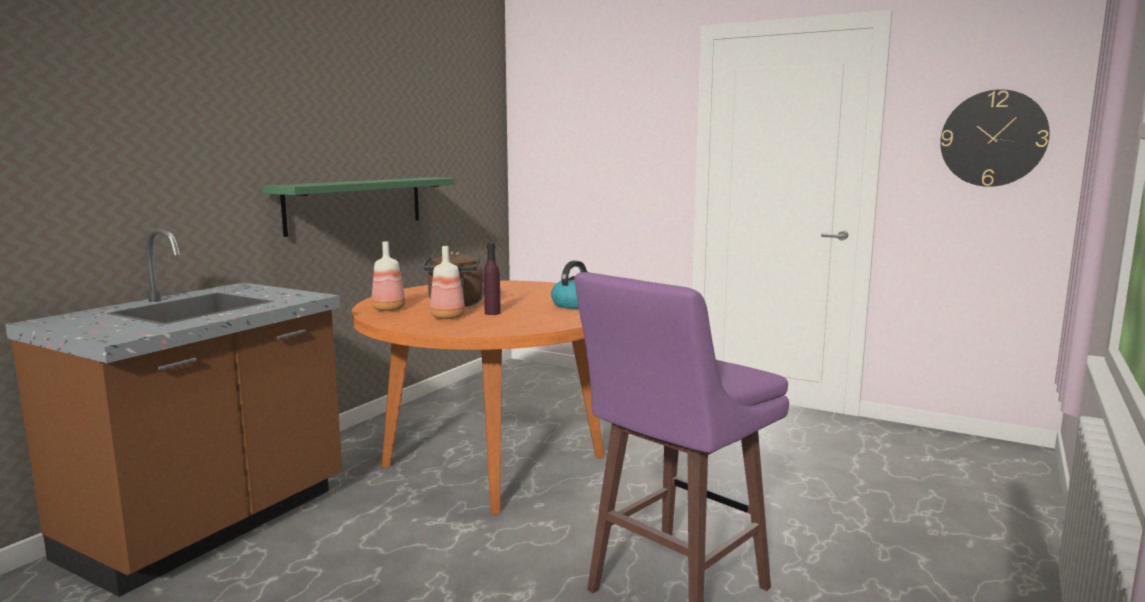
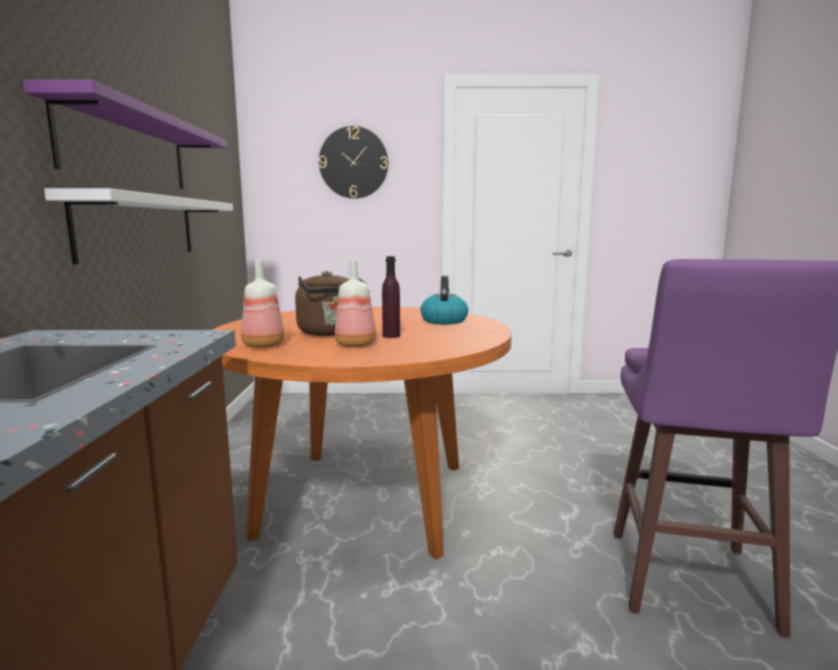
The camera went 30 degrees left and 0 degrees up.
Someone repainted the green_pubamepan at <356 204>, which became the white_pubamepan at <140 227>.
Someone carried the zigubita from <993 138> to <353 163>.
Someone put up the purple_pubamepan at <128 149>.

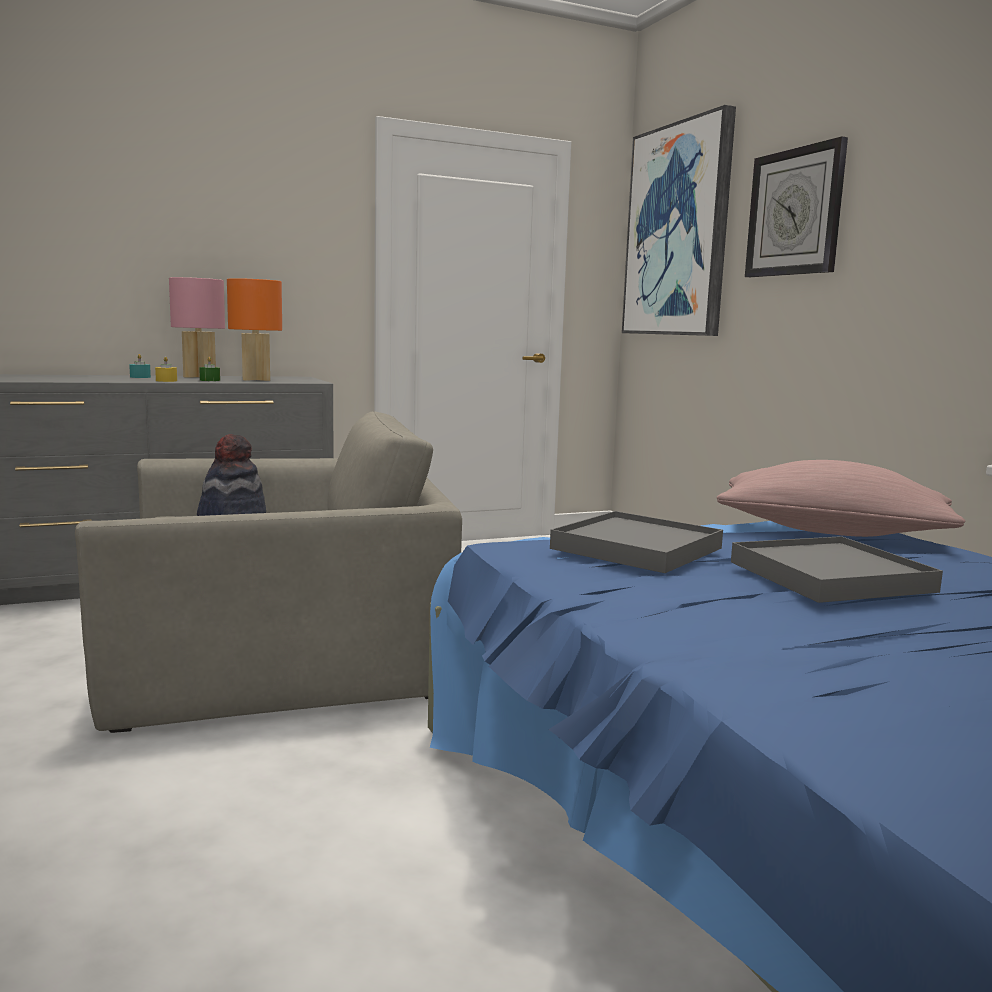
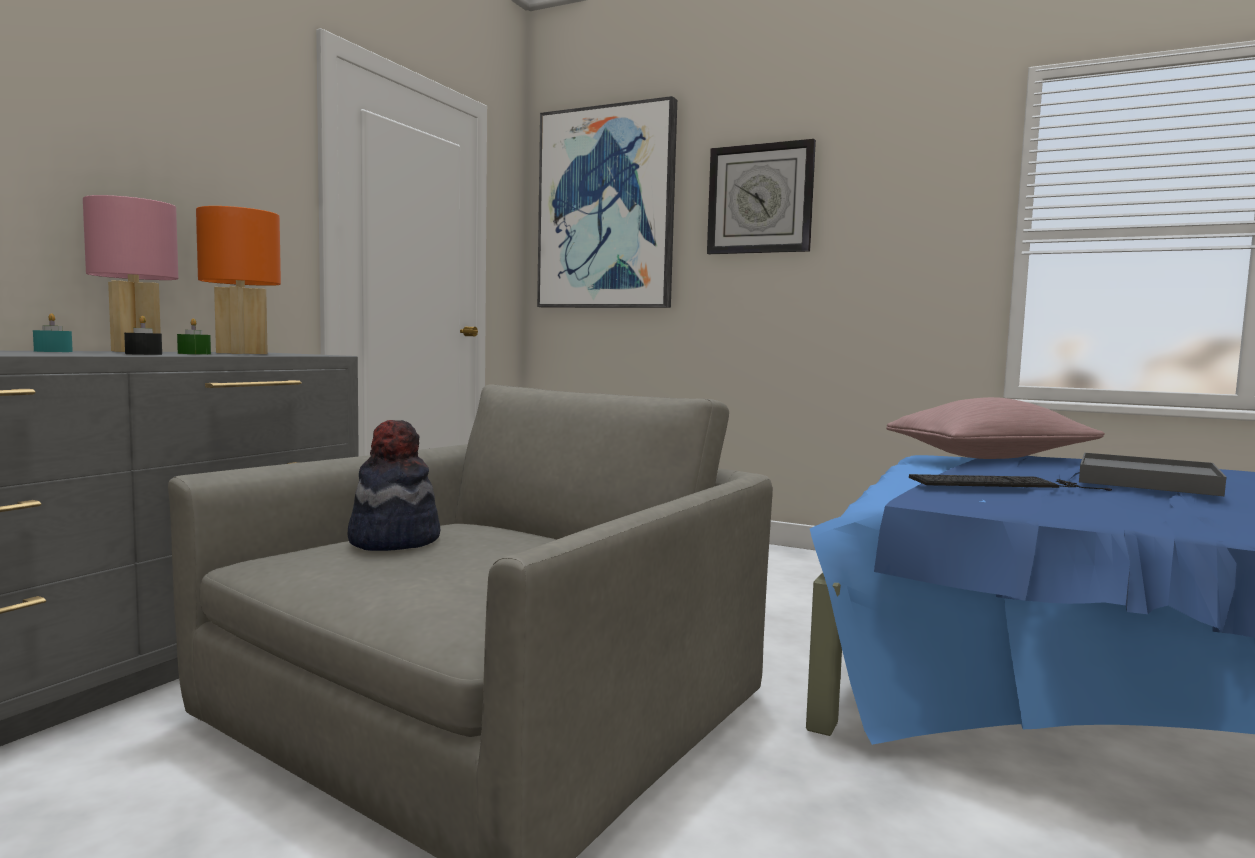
The camera went 40 degrees left and 5 degrees down.
Someone repainted the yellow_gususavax at <166 381>, which became the black_gususavax at <143 354>.
Someone swapped the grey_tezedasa at <637 549> for the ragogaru at <1000 484>.

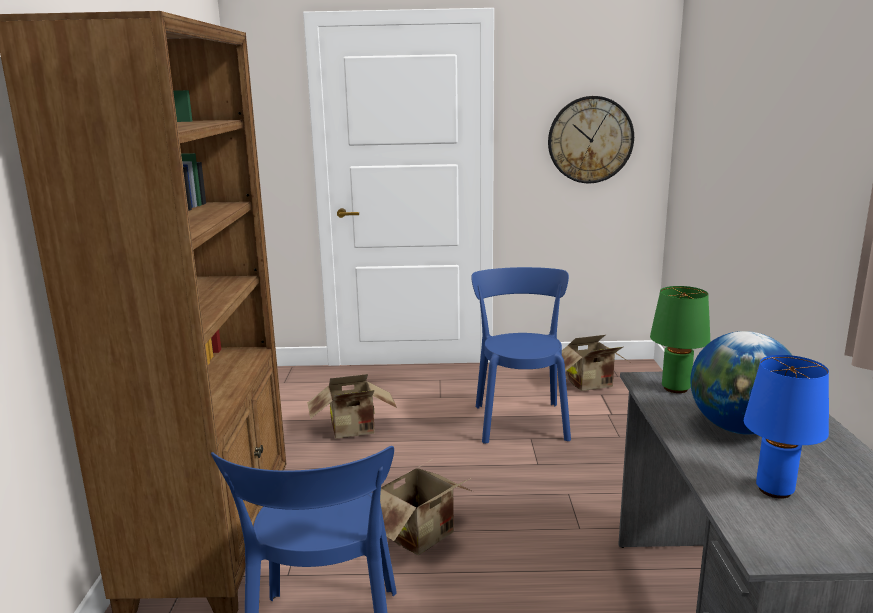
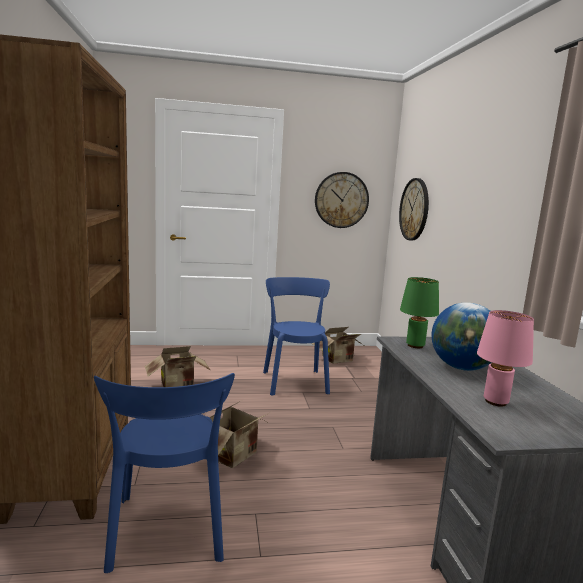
The camera went 10 degrees left and 5 degrees down.
Someone repainted the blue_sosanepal at <774 489>, which became the pink_sosanepal at <495 401>.
Someone put up the zigubita at <414 209>.

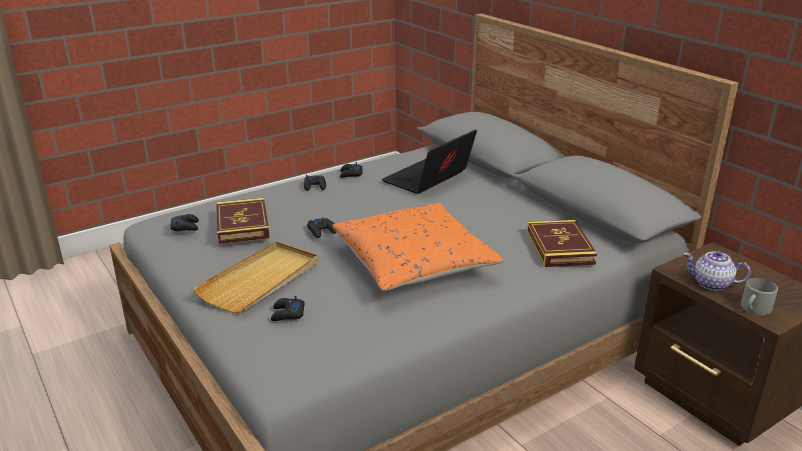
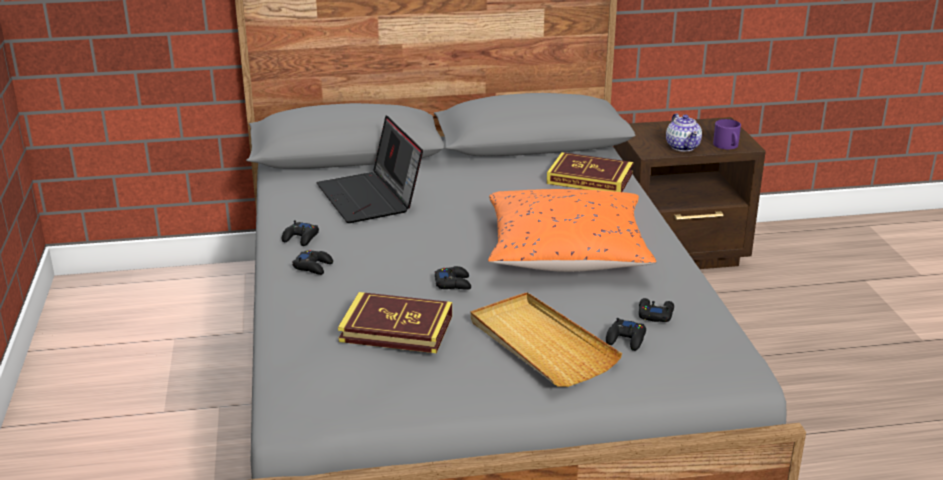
The camera went 65 degrees left and 0 degrees up.
Someone carried the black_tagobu from <185 227> to <655 314>.
Someone rotated the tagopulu at <712 284> by 60 degrees counterclockwise.
Someone repainted the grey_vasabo at <754 308>, which became the purple_vasabo at <727 145>.

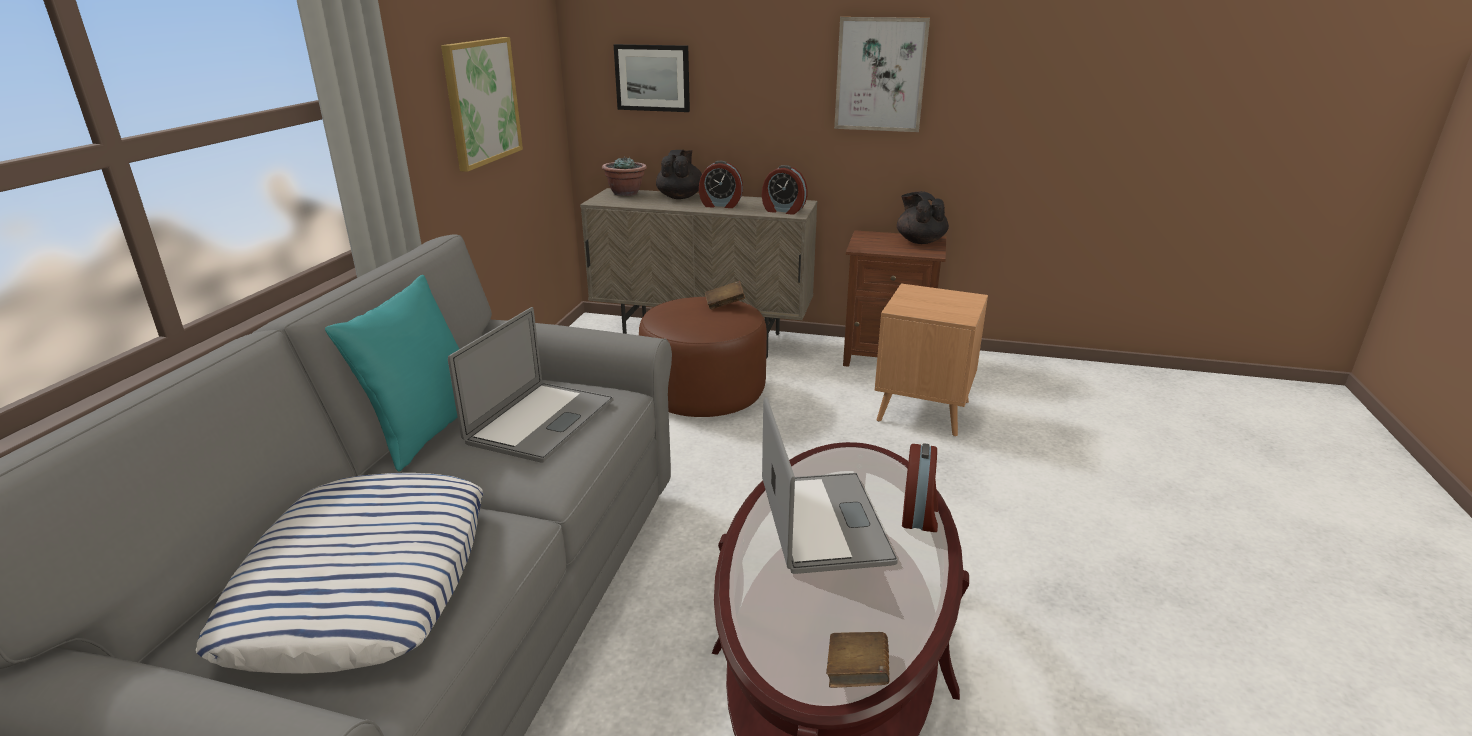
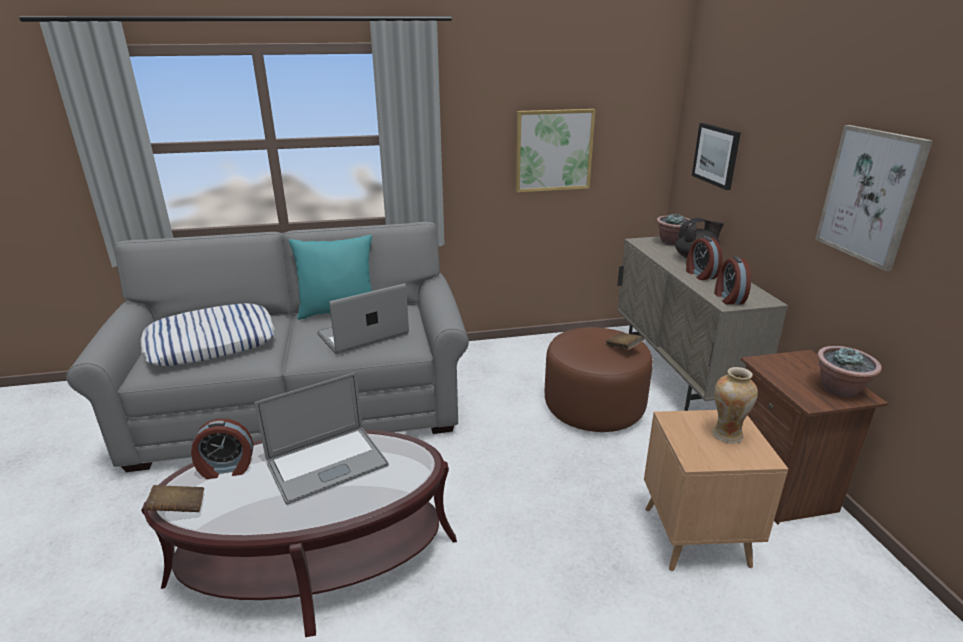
The camera went 65 degrees right and 0 degrees up.
Someone rotated the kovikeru at <541 421> by 150 degrees clockwise.
Someone swapped the black_tagopulu at <920 241> for the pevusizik at <840 389>.
Someone carried the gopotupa from <920 515> to <226 468>.
Someone put down the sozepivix at <727 435>.

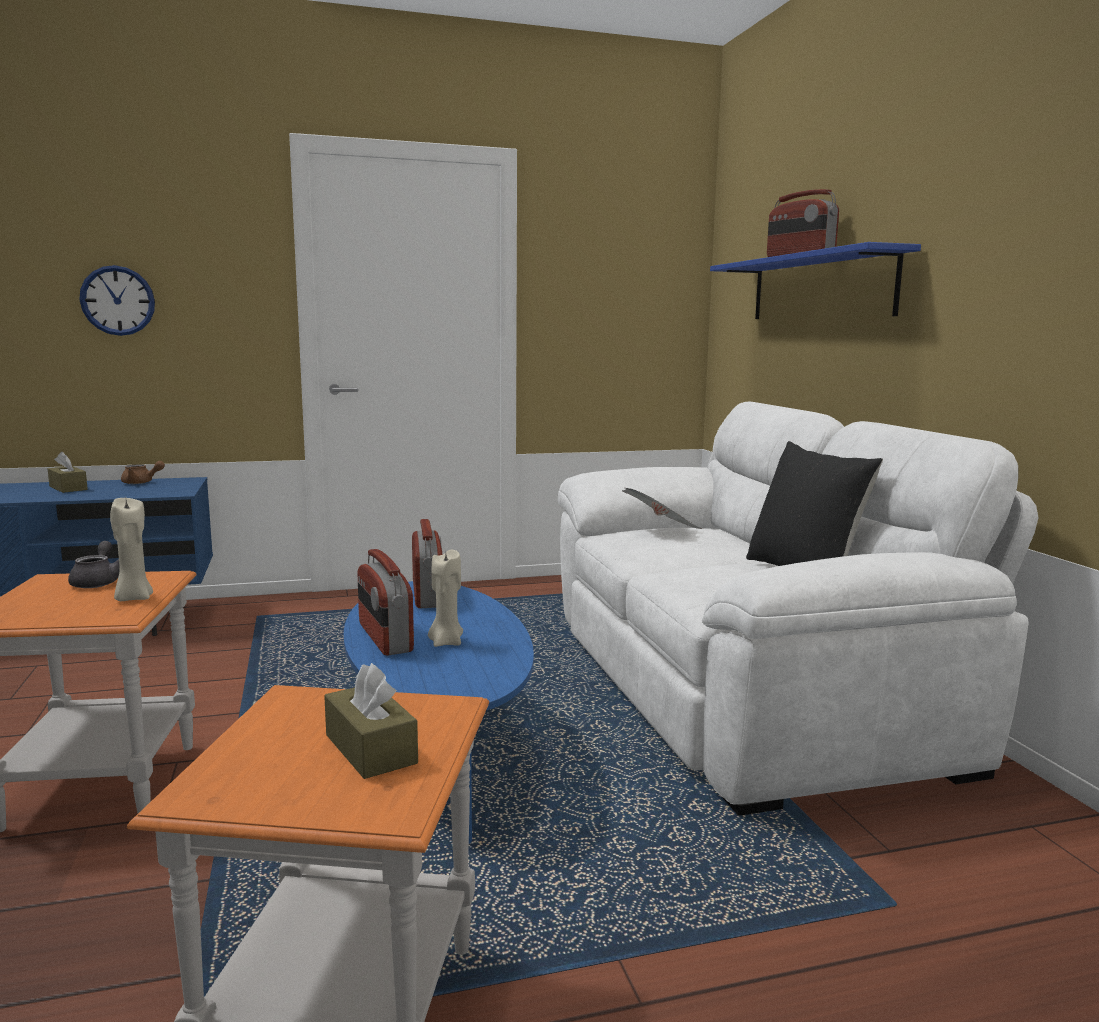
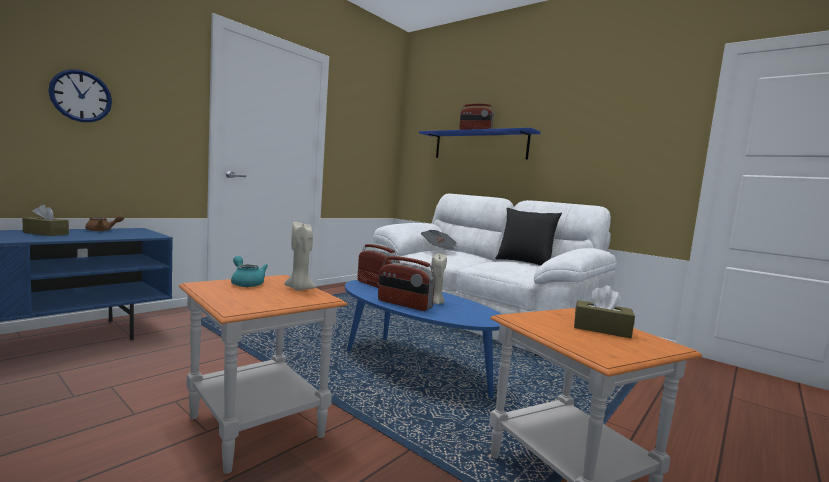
The camera went 35 degrees left and 5 degrees down.
Someone repainted the grey_tagopulu at <98 582>, which became the turquoise_tagopulu at <246 283>.

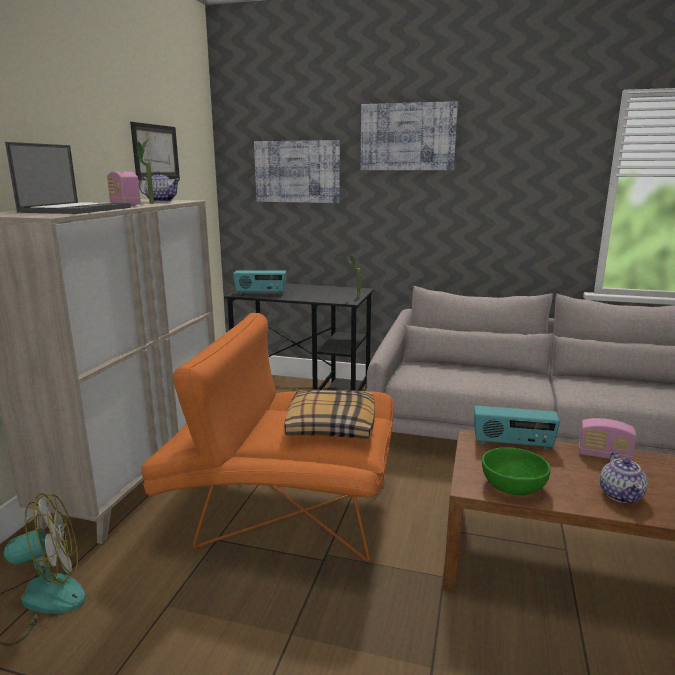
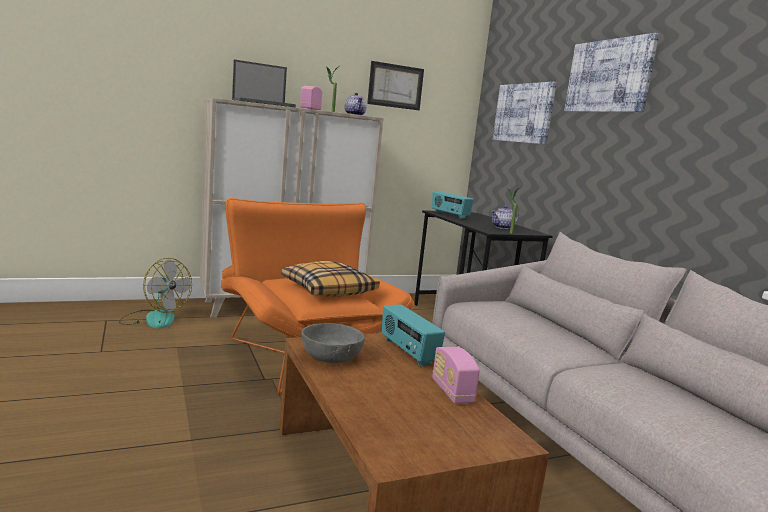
The camera went 50 degrees right and 5 degrees down.
Someone repainted the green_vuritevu at <512 485>, which became the grey_vuritevu at <331 356>.
Someone carried the tagopulu from <621 495> to <503 227>.

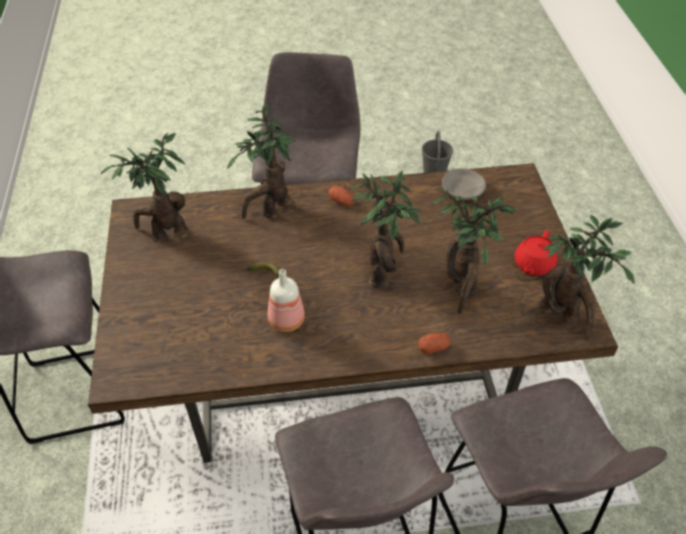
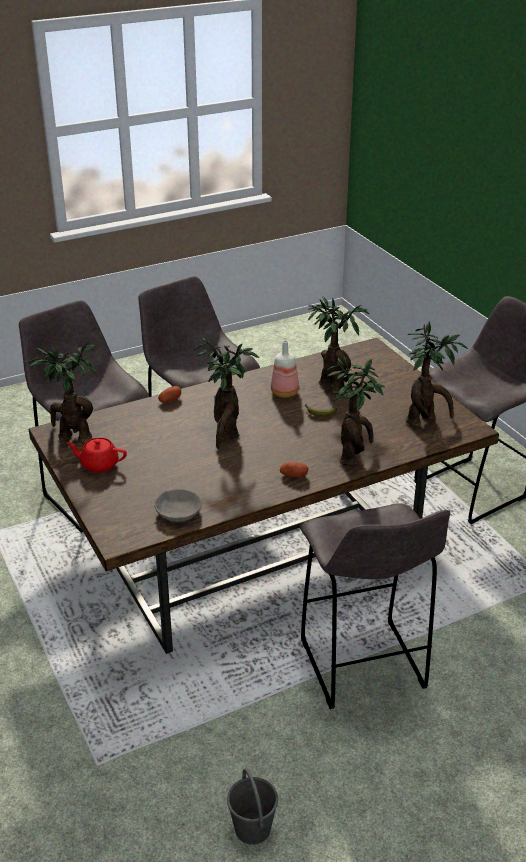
The camera went 160 degrees right and 15 degrees down.
Someone carried the pevusizik from <461 288> to <331 385>.
Someone rotated the red_tagopulu at <533 264> by 90 degrees counterclockwise.

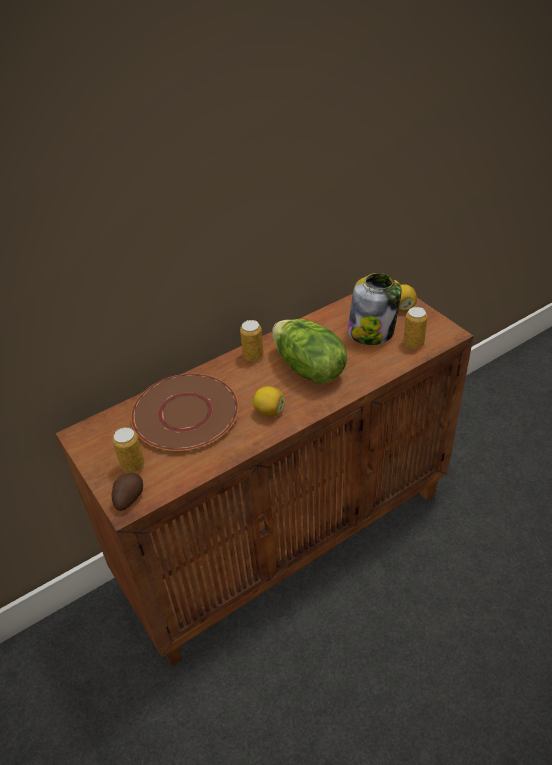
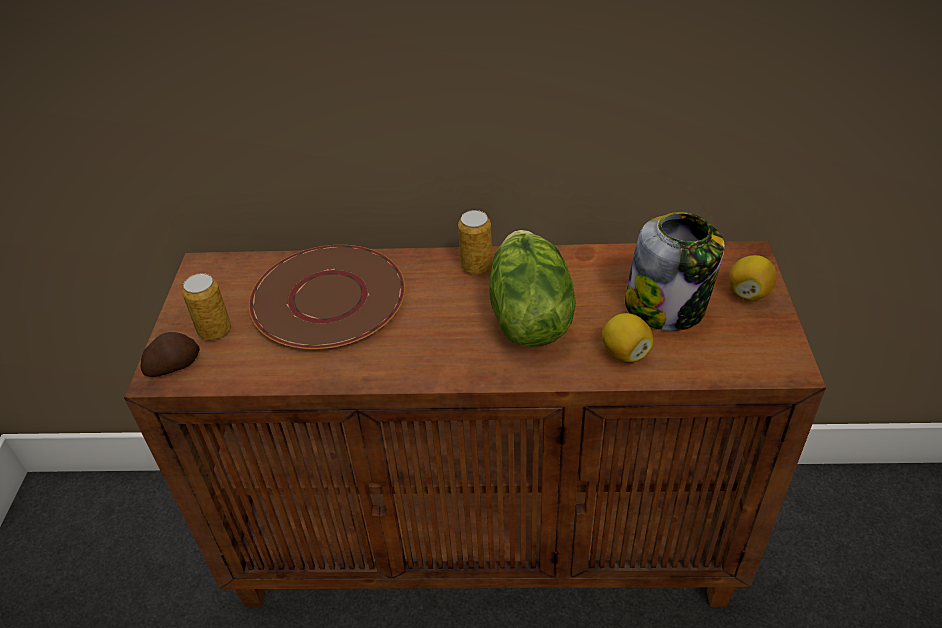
The camera went 35 degrees right and 0 degrees up.
Someone carried the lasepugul from <269 411> to <625 353>.
Someone took away the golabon at <413 343>.

